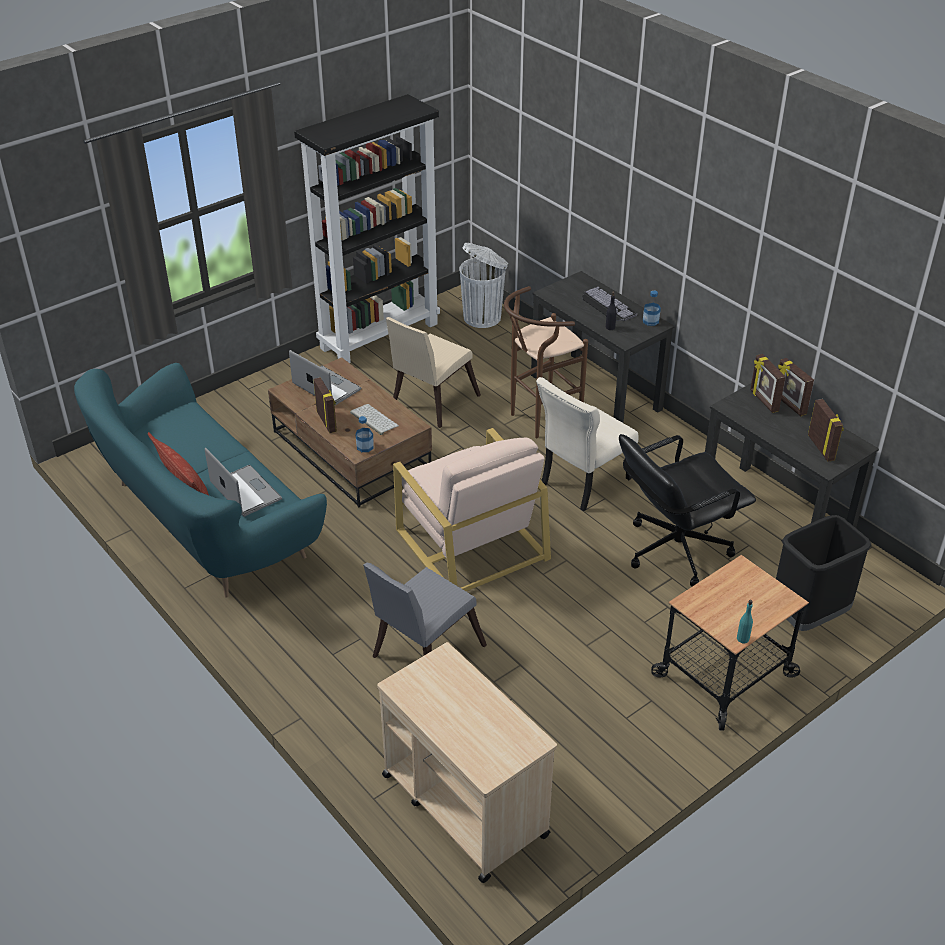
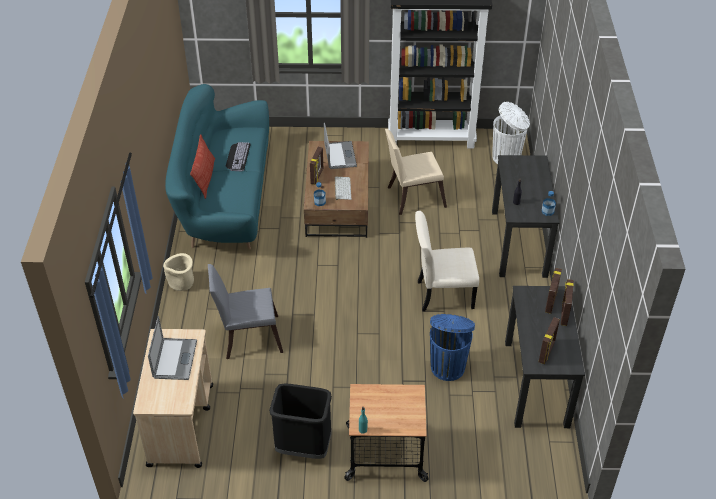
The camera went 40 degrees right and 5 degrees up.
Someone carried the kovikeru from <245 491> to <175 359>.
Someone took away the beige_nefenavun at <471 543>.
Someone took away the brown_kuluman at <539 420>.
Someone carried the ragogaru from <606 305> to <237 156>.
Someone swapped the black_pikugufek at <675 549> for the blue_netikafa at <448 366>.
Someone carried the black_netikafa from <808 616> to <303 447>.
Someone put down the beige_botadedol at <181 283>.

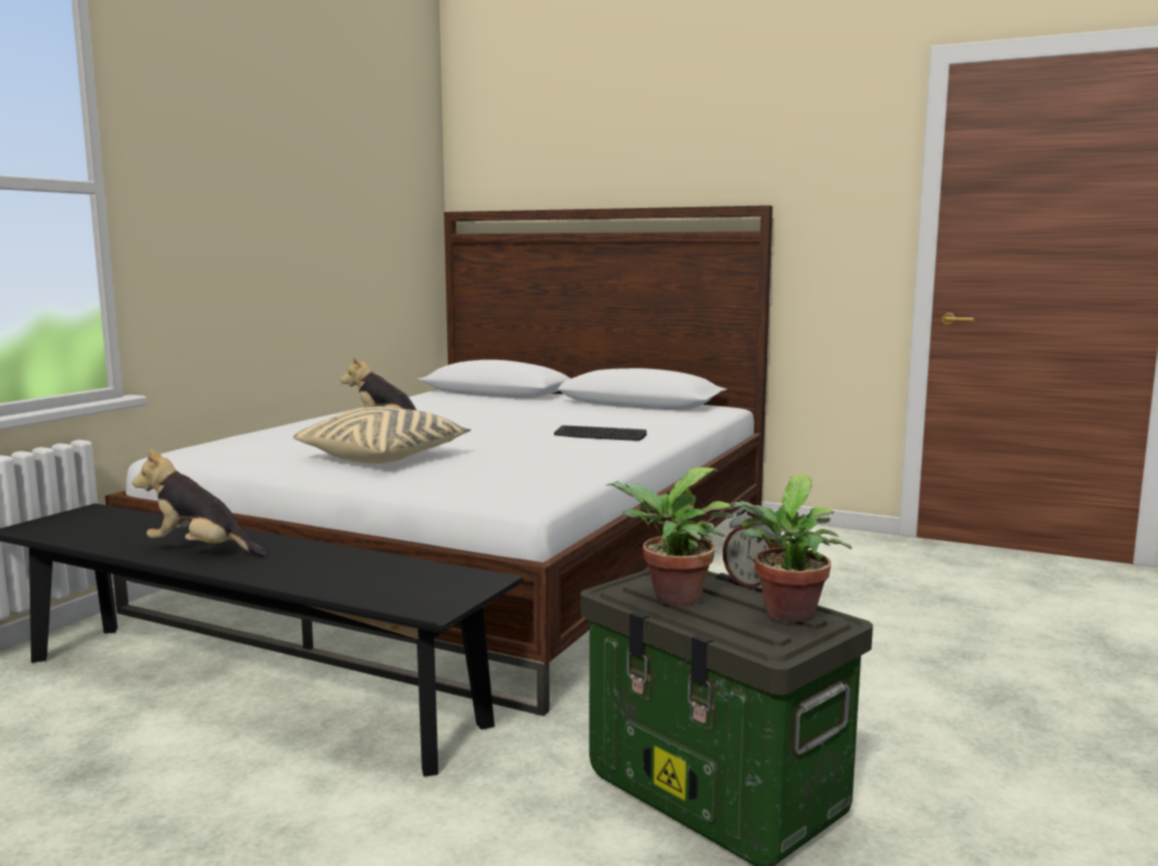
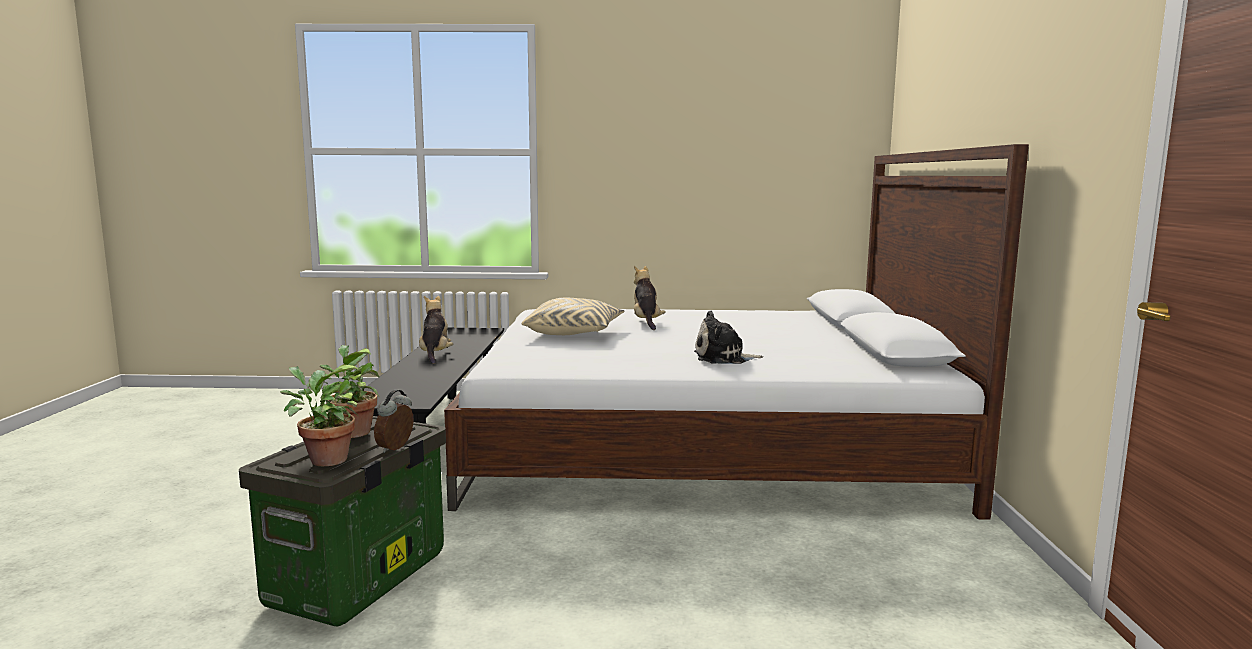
The camera went 65 degrees right and 0 degrees up.
Someone swapped the ragogaru at <599 435> for the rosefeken at <723 358>.

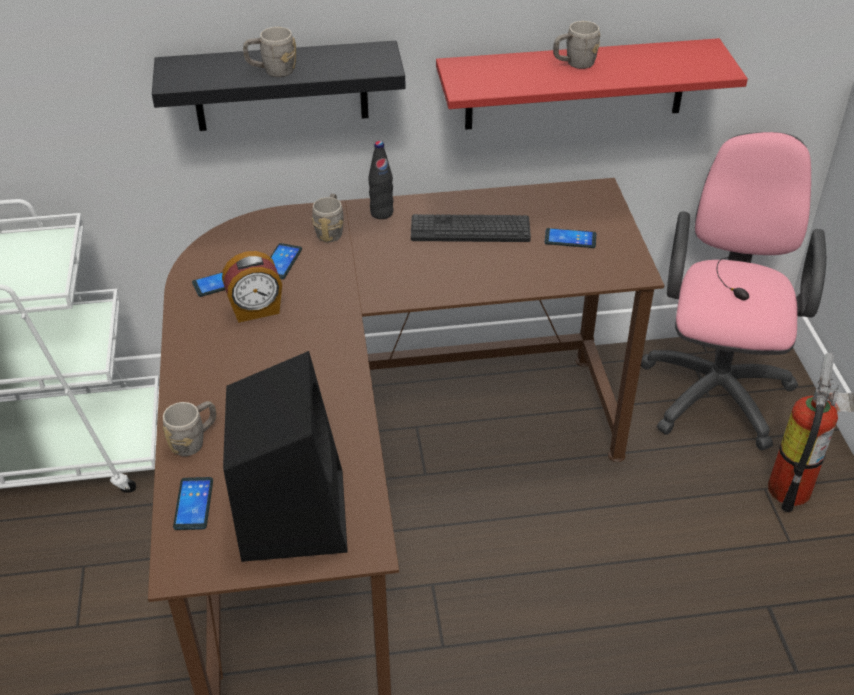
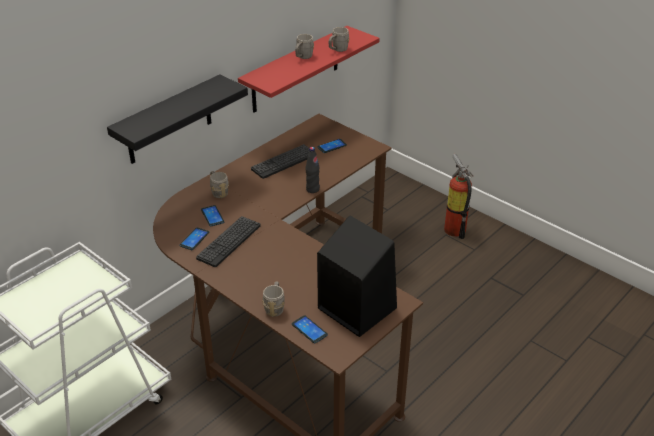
The camera went 40 degrees left and 5 degrees down.
Someone swapped the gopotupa at <256 310> for the ragogaru at <229 242>.
Someone carried the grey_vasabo from <272 71> to <337 50>.
Someone carried the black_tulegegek from <381 213> to <312 189>.
Someone took away the pink_pikugufek at <716 386>.

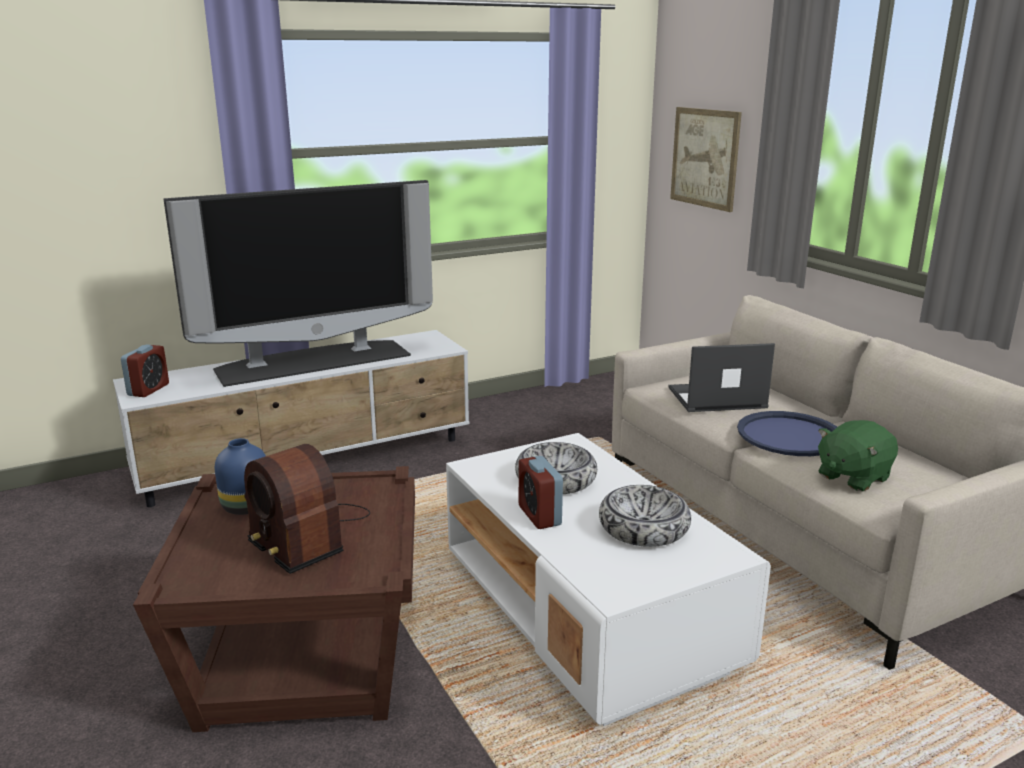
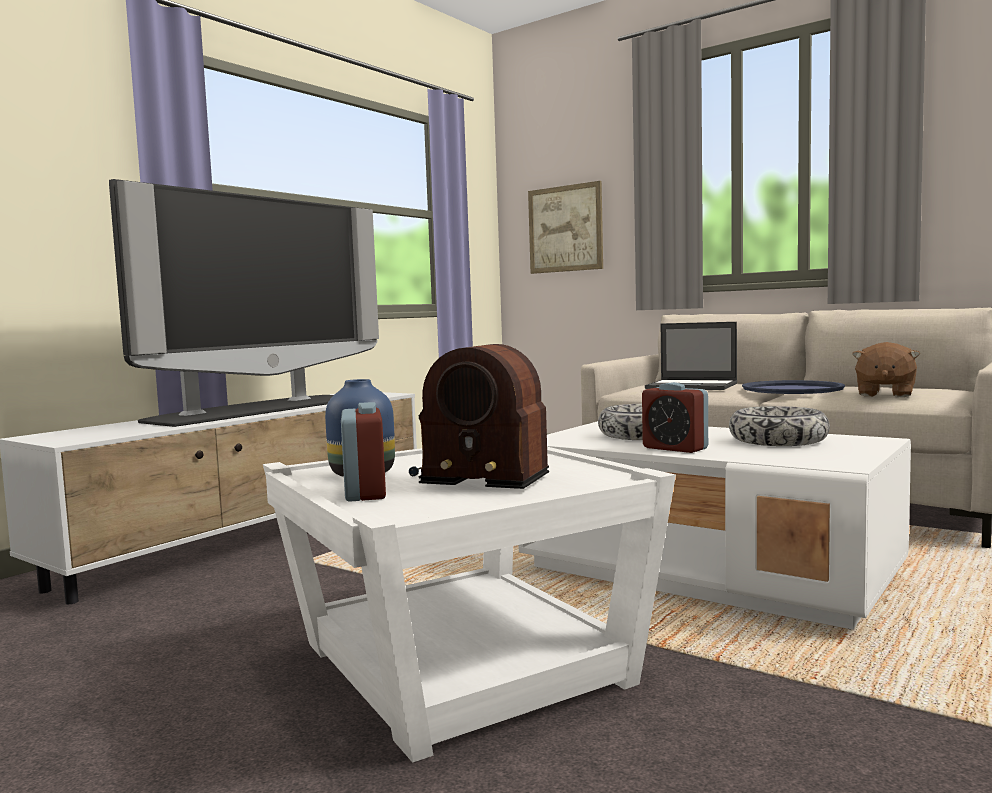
The camera went 25 degrees left and 15 degrees down.
Someone carried the gopotupa from <148 390> to <365 492>.
Someone repainted the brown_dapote at <303 654>, which became the white_dapote at <459 663>.
Someone rotated the kovikeru at <715 398> by 120 degrees counterclockwise.
Someone repainted the green_rosefeken at <852 477>, which became the brown_rosefeken at <884 394>.

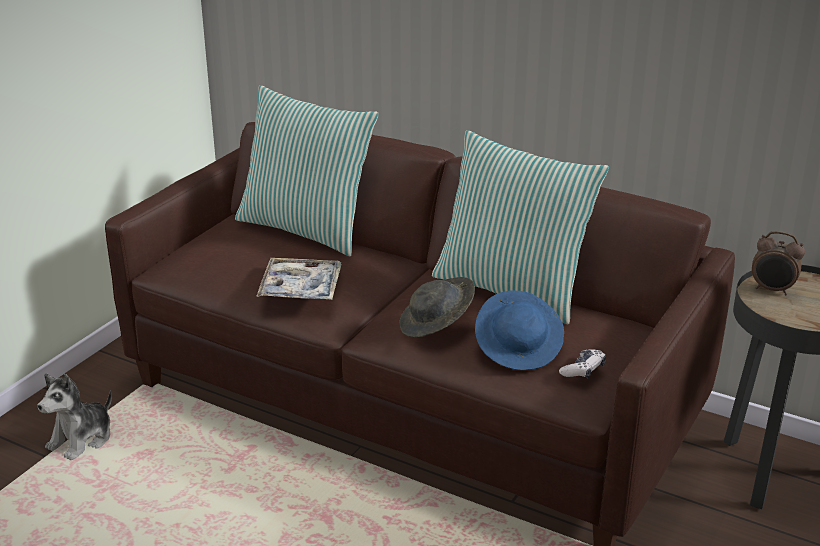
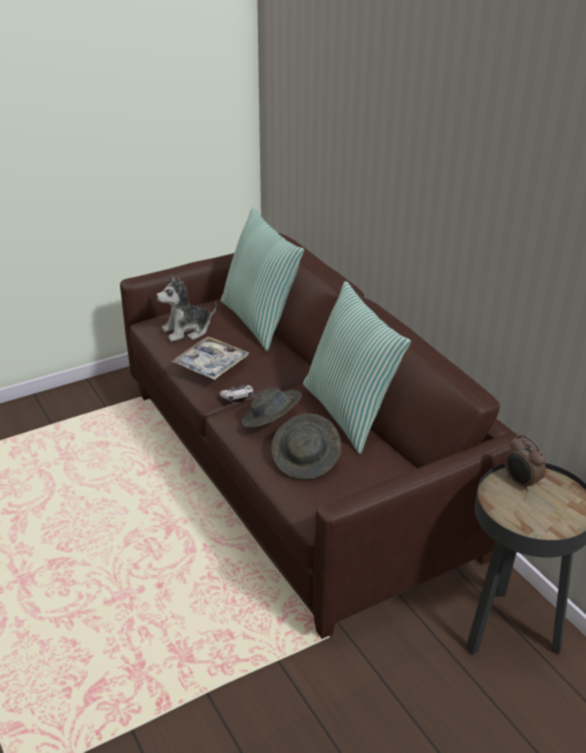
The camera went 30 degrees right and 5 degrees up.
Someone carried the rosefeken from <82 439> to <187 330>.
Someone repainted the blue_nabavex at <519 348>, which became the grey_nabavex at <306 459>.
Someone carried the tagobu from <583 370> to <237 397>.

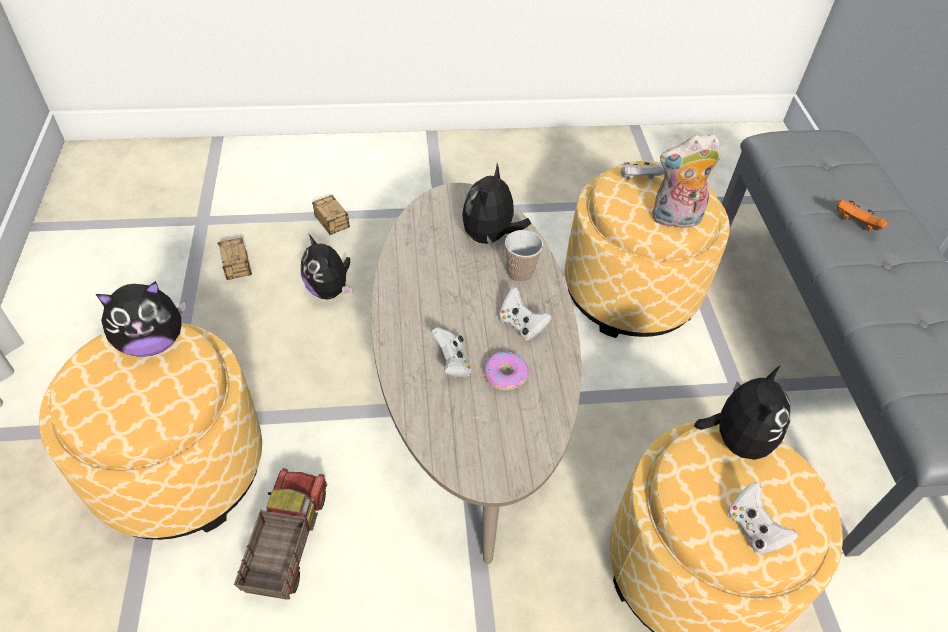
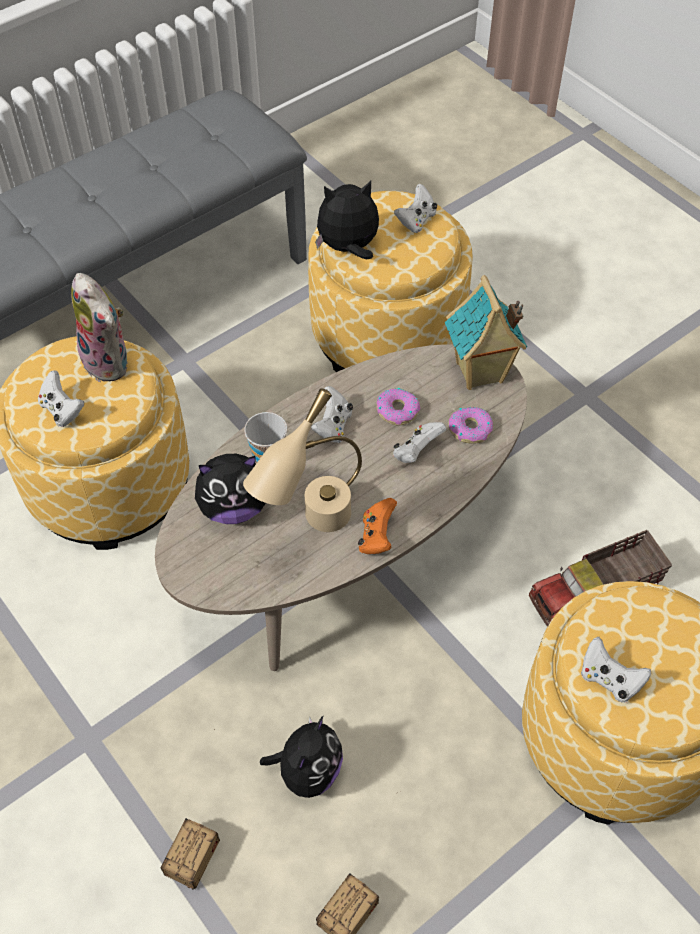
The camera went 120 degrees left and 5 degrees up.
Someone swapped the rosefeken at <153 342> for the white_tagobu at <609 679>.
Someone carried the orange_tagobu from <855 225> to <376 537>.
Someone put down the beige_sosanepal at <312 527>.
Someone put down the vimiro at <479 374>.
Someone put down the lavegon at <470 429>.

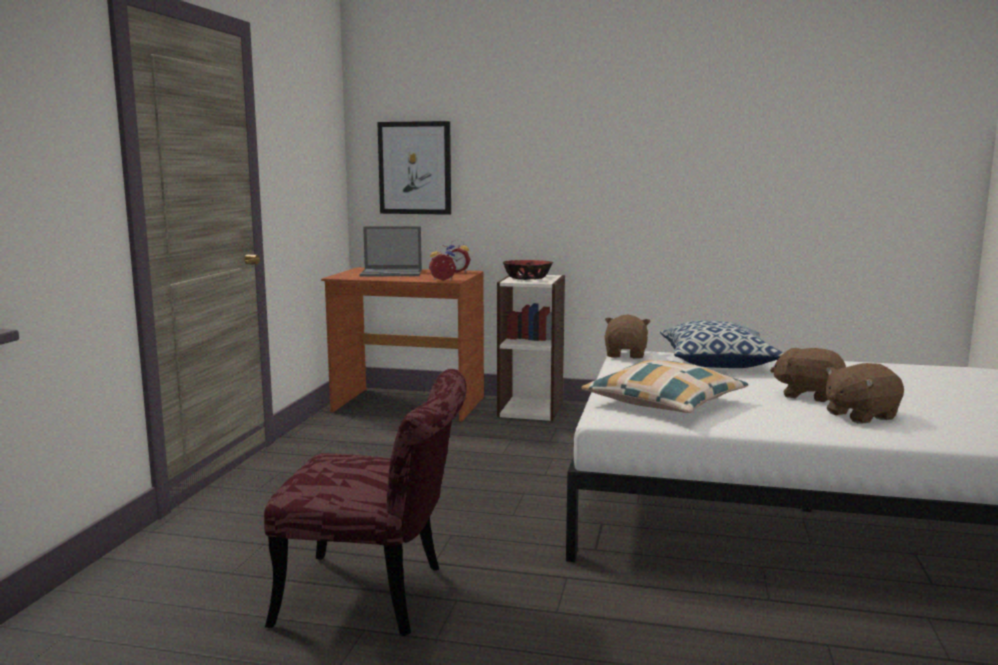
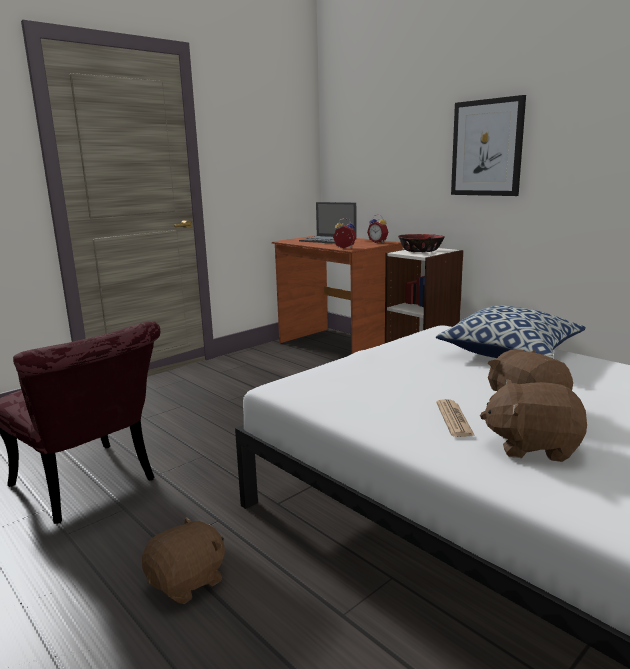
The camera went 35 degrees right and 5 degrees up.
Someone carried the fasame from <415 168> to <487 148>.
Someone took away the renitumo at <664 402>.
Someone carried the brown_rosefeken from <626 354> to <188 581>.
Someone put down the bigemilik at <454 419>.

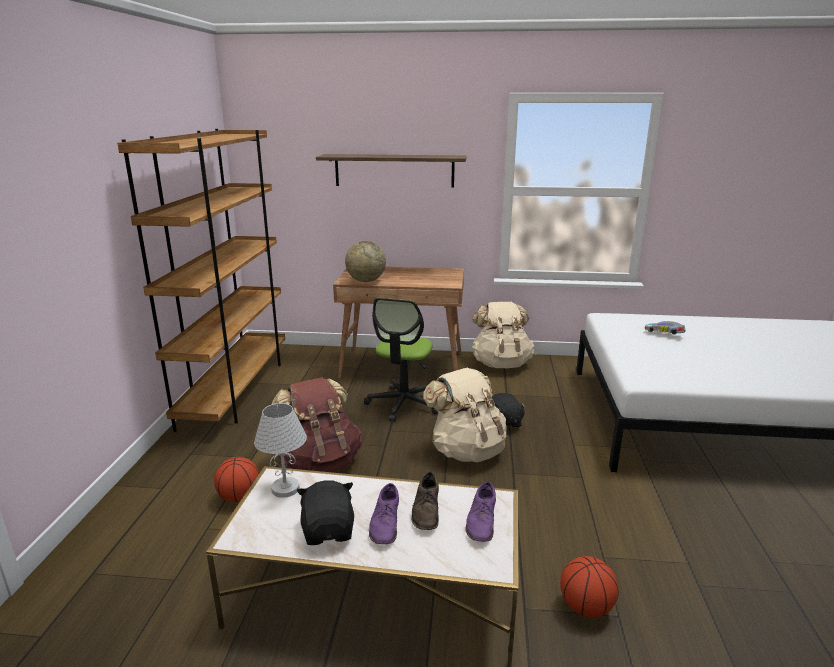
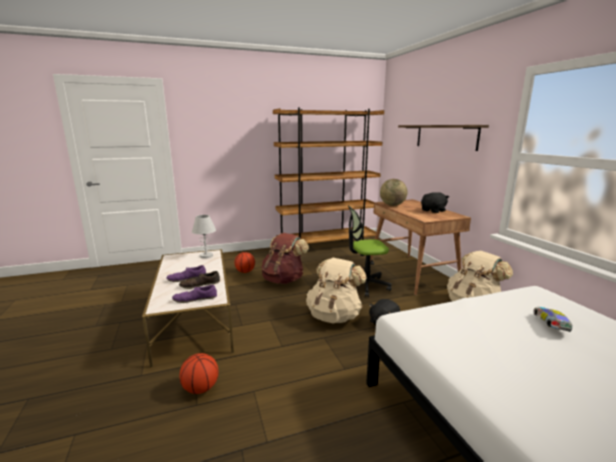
The camera went 65 degrees right and 5 degrees down.
Someone carried the black_rosefeken from <329 531> to <433 211>.

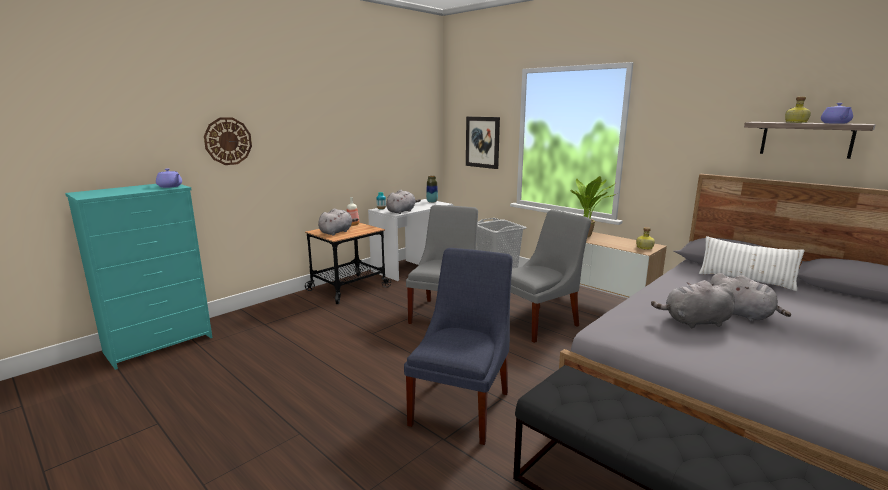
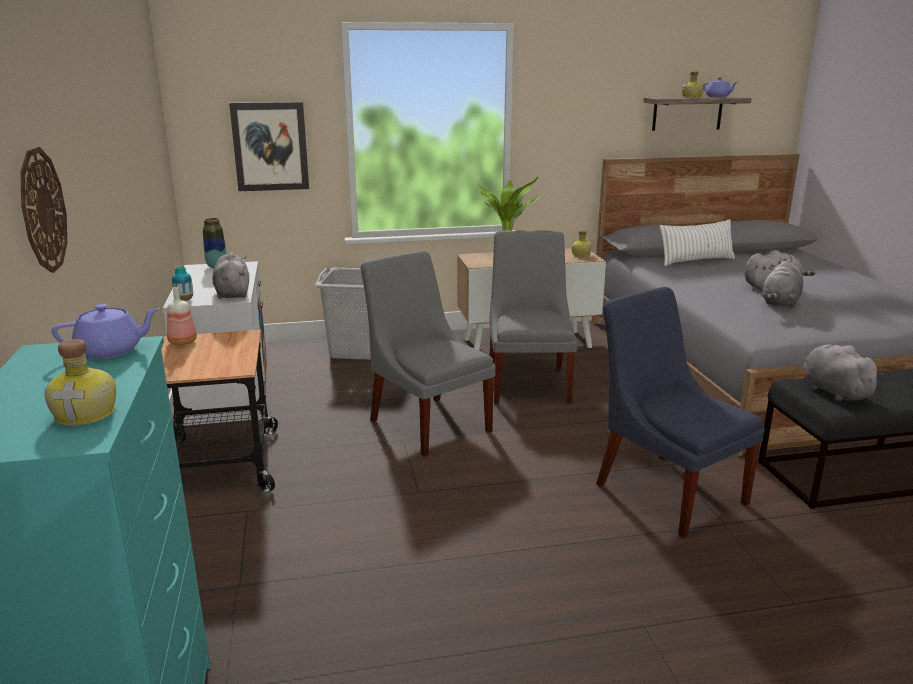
The camera went 55 degrees left and 5 degrees up.
Someone carried the grey_rosefeken from <337 232> to <833 391>.
Someone put down the tulegegek at <87 413>.

